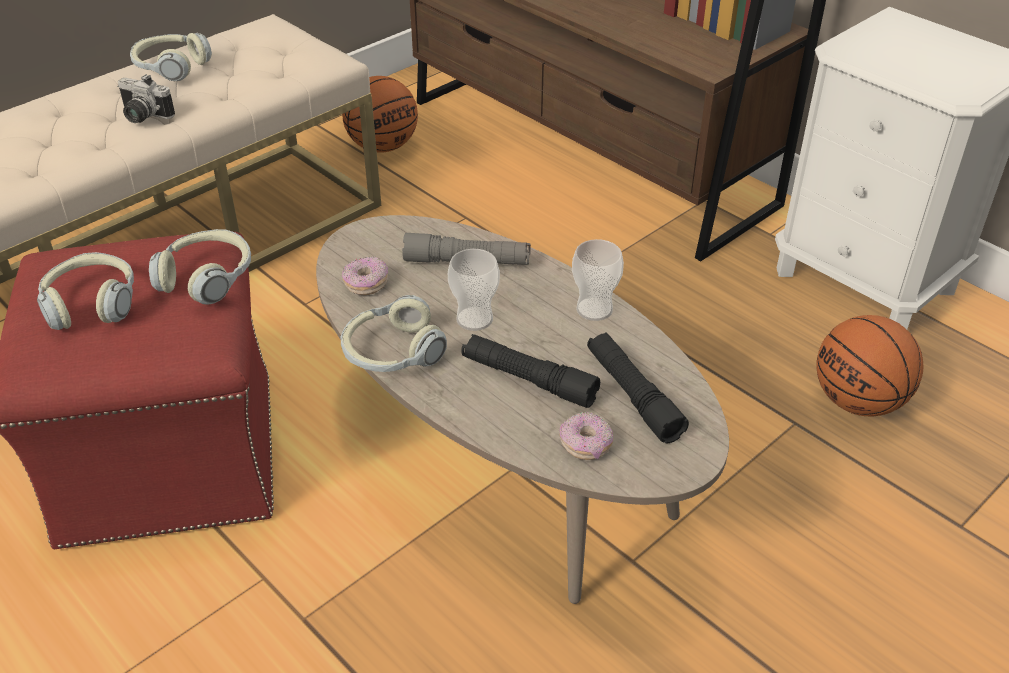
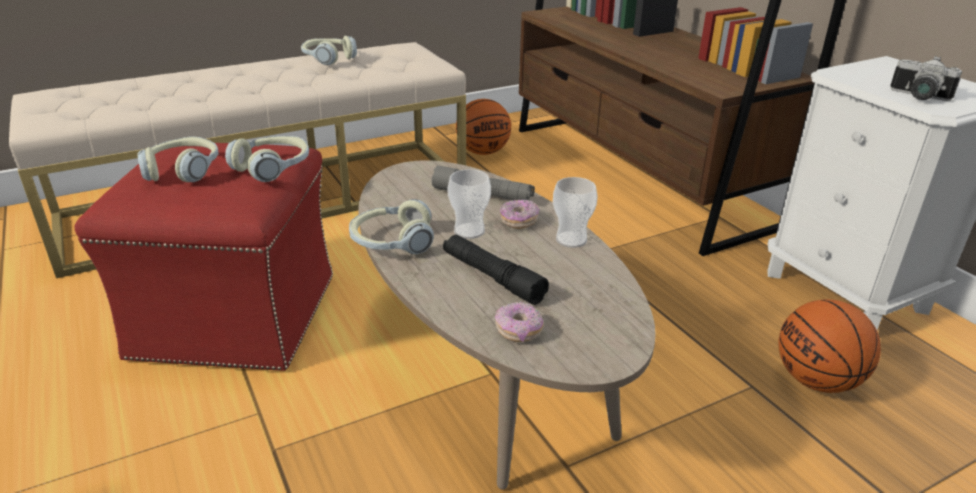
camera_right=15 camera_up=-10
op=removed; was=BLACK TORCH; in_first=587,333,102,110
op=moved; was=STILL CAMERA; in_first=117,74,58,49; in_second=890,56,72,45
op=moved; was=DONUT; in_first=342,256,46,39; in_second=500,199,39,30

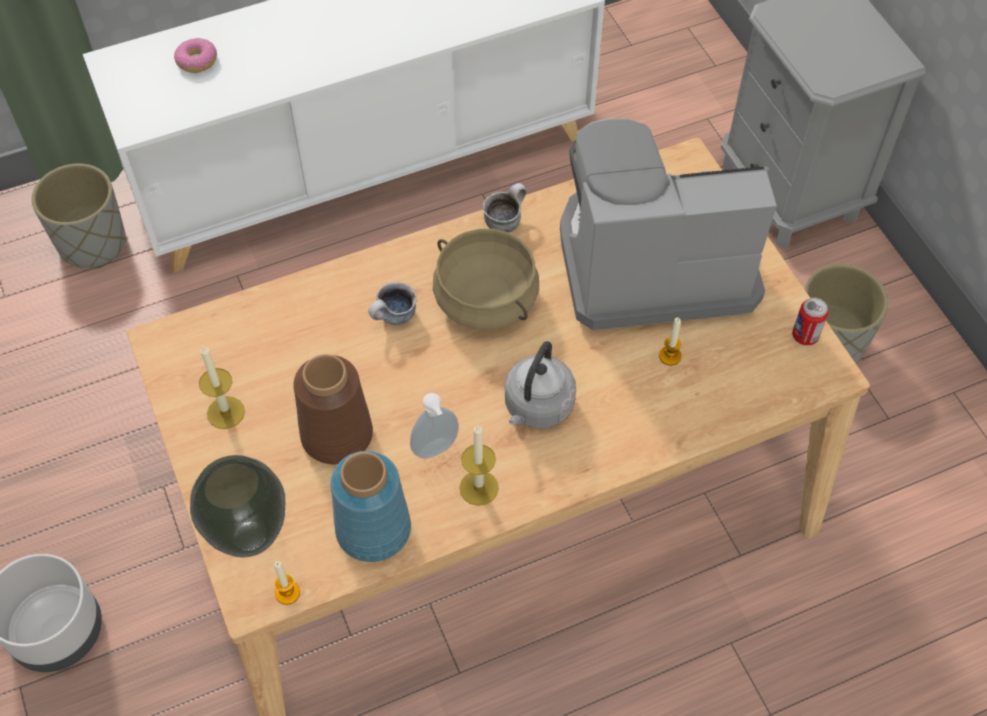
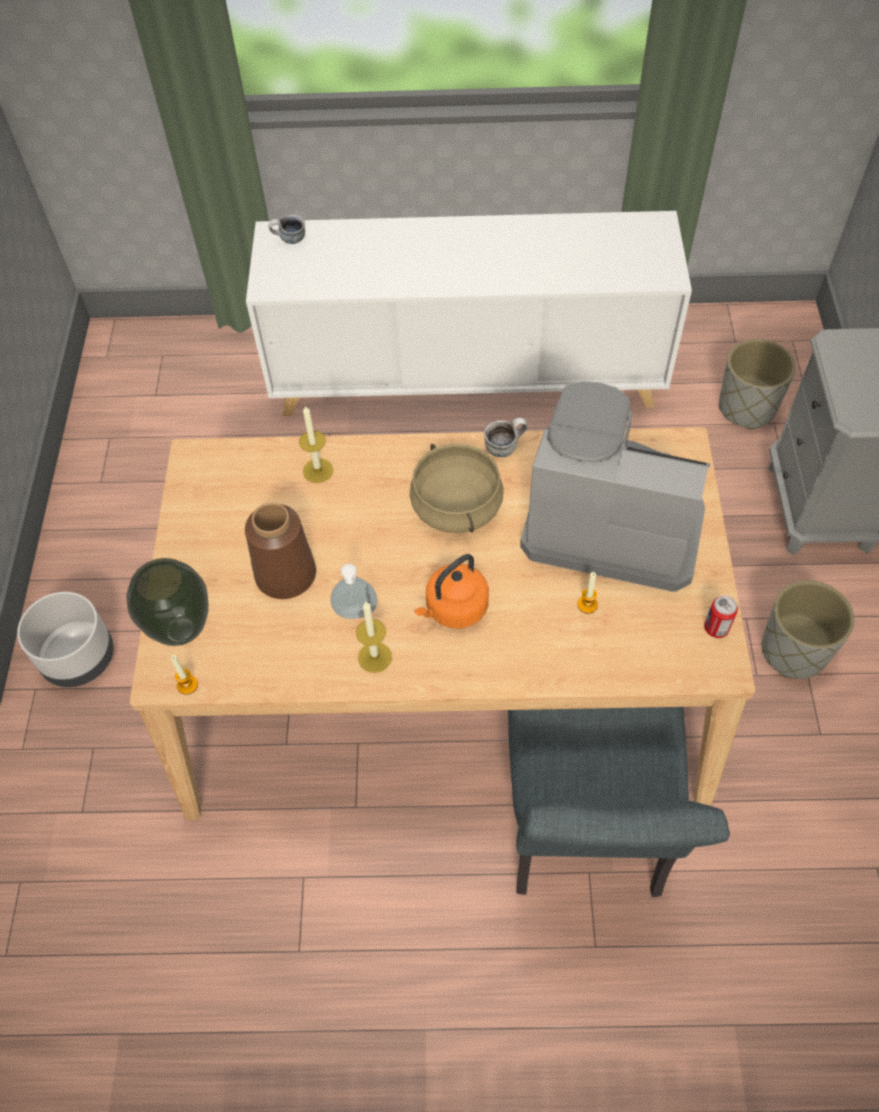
camera_right=25 camera_up=0
op=removed; was=DONUT; in_first=174,38,43,35
op=removed; was=BLUE DECORATIVE VASE; in_first=331,451,80,111
op=added; now=GREYISH PLAIN CHAIR; in_second=508,707,222,190
op=moved; was=GREYISH FLOWER POT; in_first=32,164,94,105; in_second=719,339,77,91
op=moved; was=CANDLE; in_first=199,346,46,83; in_second=299,405,34,78
op=moved; was=COFFEE MUG; in_first=368,282,49,43; in_second=268,214,37,30
op=recoloured; was=GREYISH TEA KETTLE; now=ORANGE-COLOURED TEA KETTLE; in_first=505,341,71,87; in_second=414,554,75,74

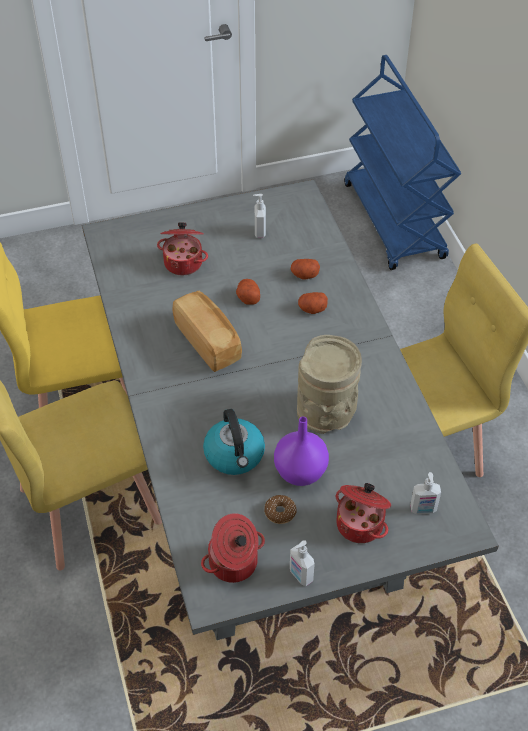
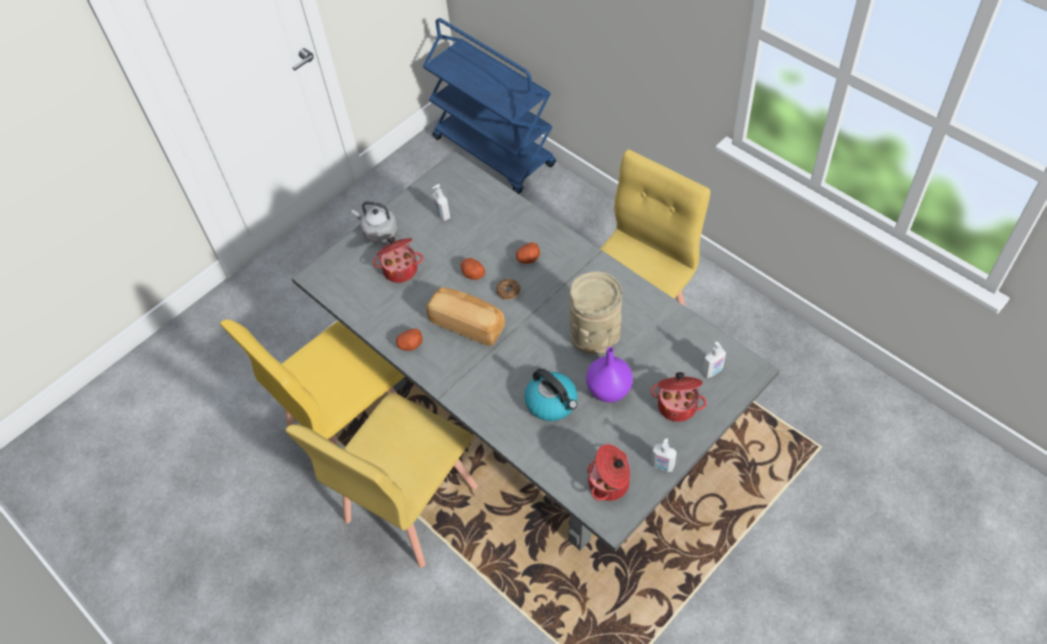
camera_right=-25 camera_up=5
op=added; now=GREYISH TEA KETTLE; in_second=352,201,45,42
op=moved; was=DONUT; in_first=264,495,33,29; in_second=496,279,25,21
op=moved; was=WHOLE POTATO; in_first=291,259,29,20; in_second=396,328,27,23

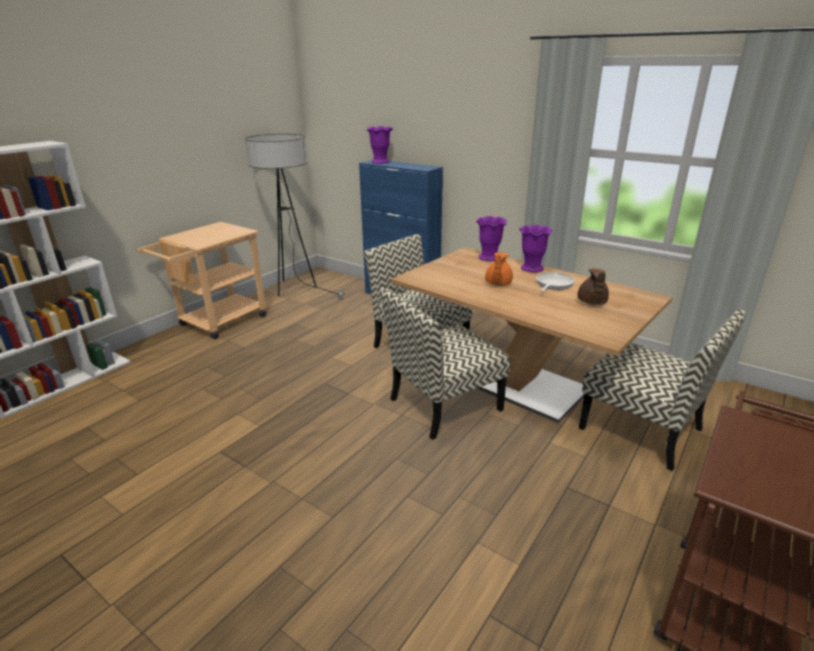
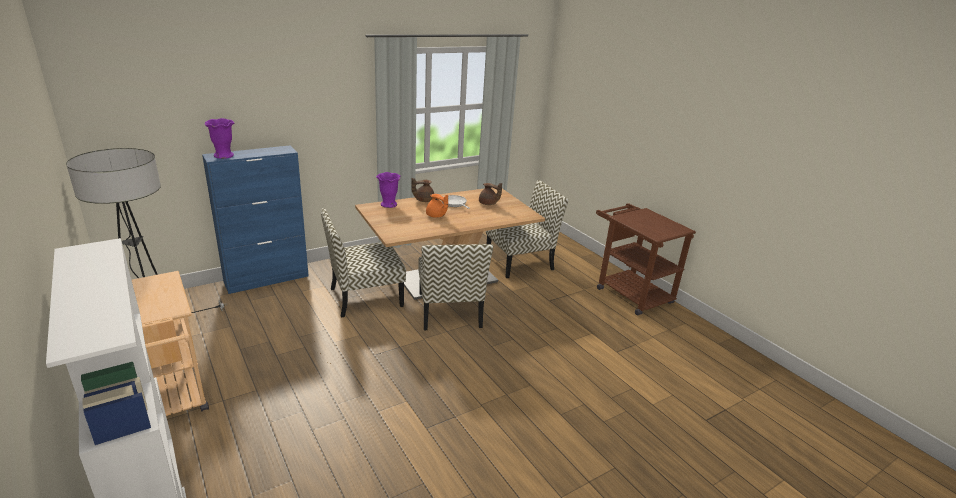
camera_right=-70 camera_up=0
op=replaced; was=PURPLISH DECORATIVE VASE; now=BROWNISH TEA POT; in_first=519,225,33,47; in_second=411,178,23,24

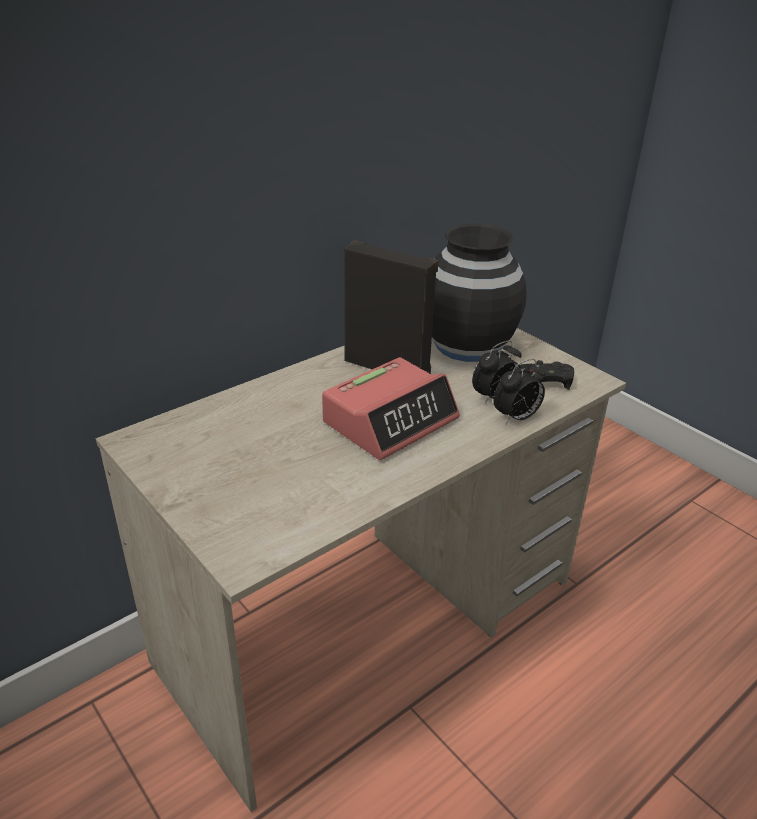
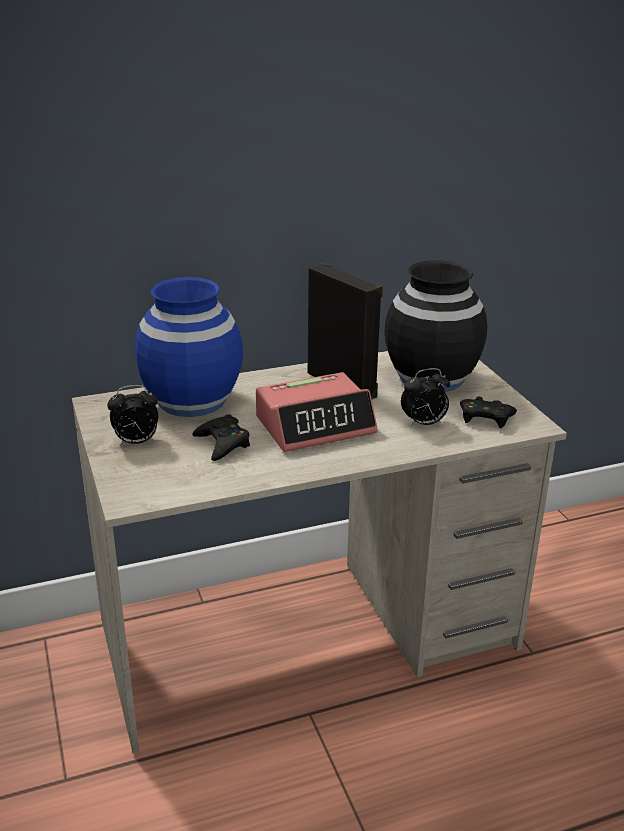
camera_right=20 camera_up=-5
op=added; now=BLUE DECORATIVE VASE; in_second=135,277,108,140
op=added; now=BLACK JOYPAD; in_second=192,414,58,47
op=moved; was=BEDSIDE CLOCK; in_first=493,359,52,65; in_second=107,385,51,61

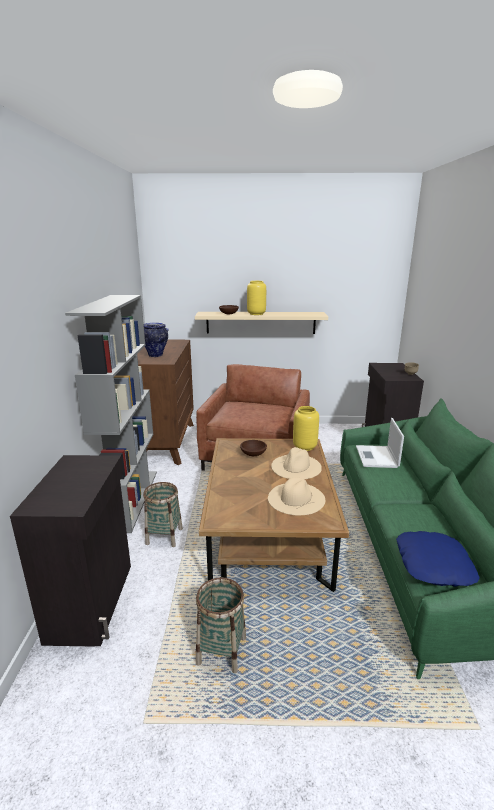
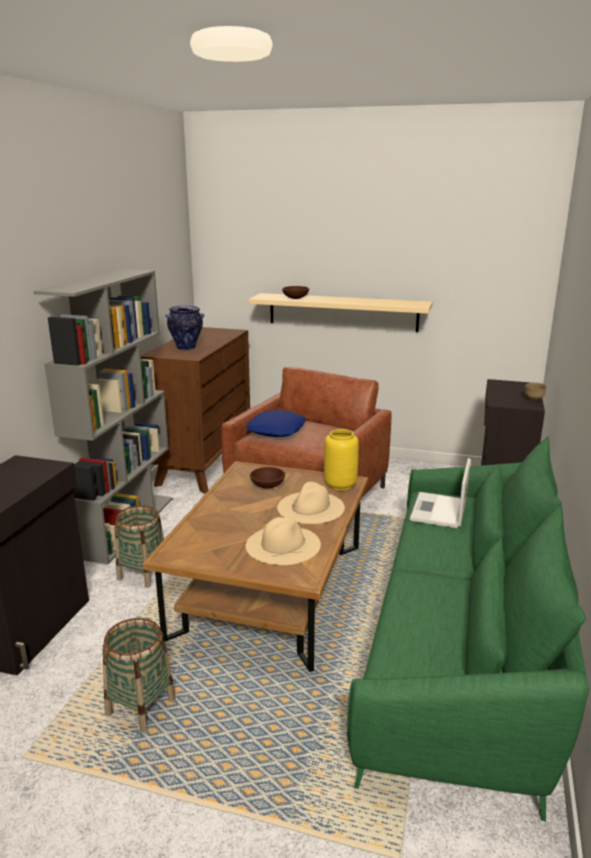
camera_right=15 camera_up=0
op=removed; was=YELLOW-COLOURED DECORATIVE VASE; in_first=247,281,19,34
op=moved; was=BLUE CUSHION; in_first=396,531,84,56; in_second=246,410,61,27

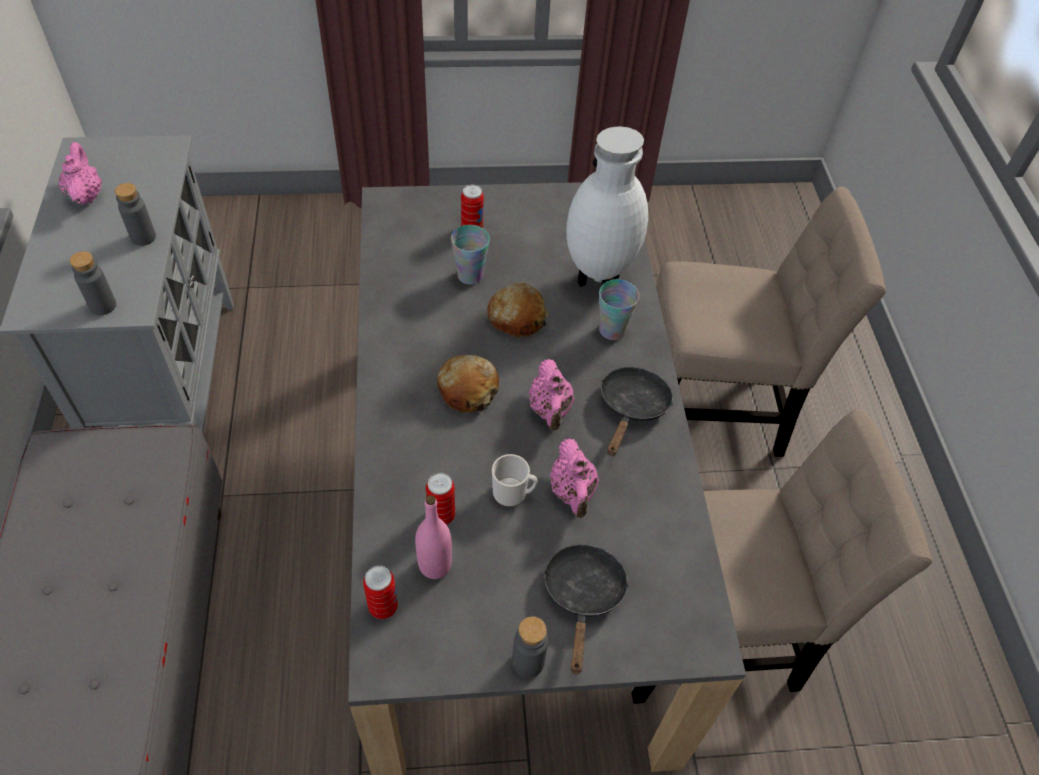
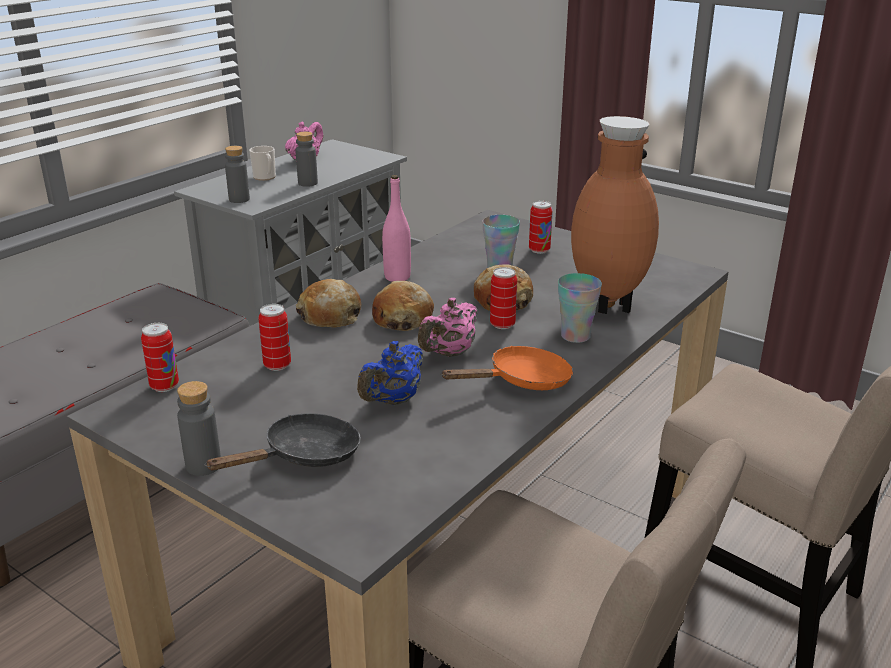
camera_right=45 camera_up=-25
op=added; now=BREAD; in_second=296,279,65,48
op=added; now=SEALED CAN; in_second=490,267,27,62
op=moved; was=PINK-COLOURED DRINK BOTTLE; in_first=415,496,37,83; in_second=382,175,29,107
op=moved; was=COFFEE MUG; in_first=492,454,46,53; in_second=249,146,27,35
op=recoloured; was=PINK-COLOURED TEA POT; now=BLUE TEA POT; in_first=550,439,49,79; in_second=357,341,66,64
op=recoloured; was=WHITE DECORATIVE VASE; now=BROWNISH DECORATIVE VASE; in_first=566,126,82,161; in_second=571,116,88,198
op=recoloured; was=BLACK PAN; now=ORANGE-COLOURED PAN; in_first=601,367,72,89; in_second=441,346,133,44

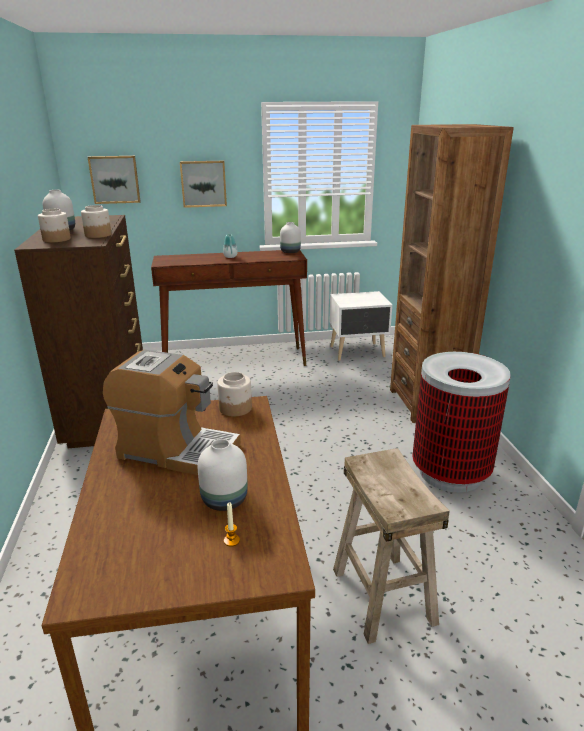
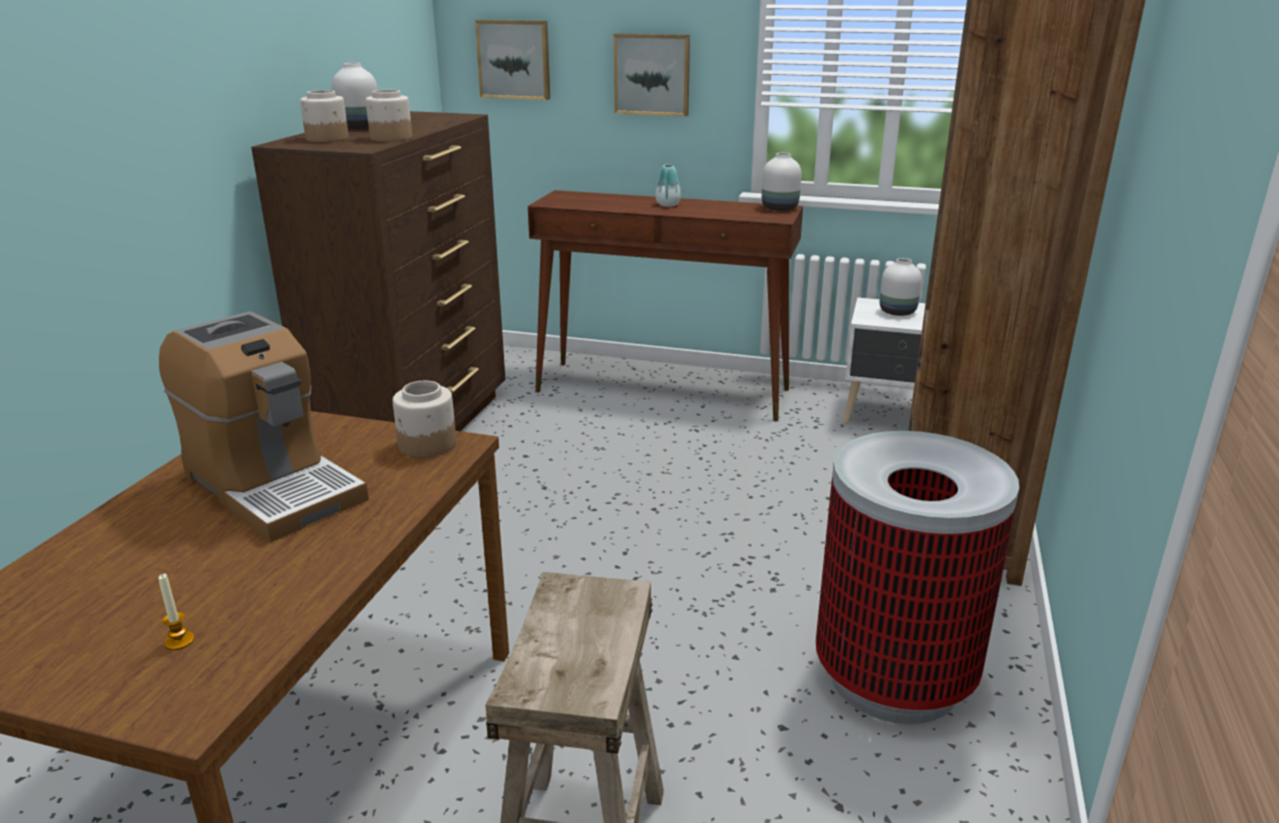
camera_right=25 camera_up=0
op=moved; was=WHITE DECORATIVE VASE; in_first=197,439,51,72; in_second=880,258,42,58

